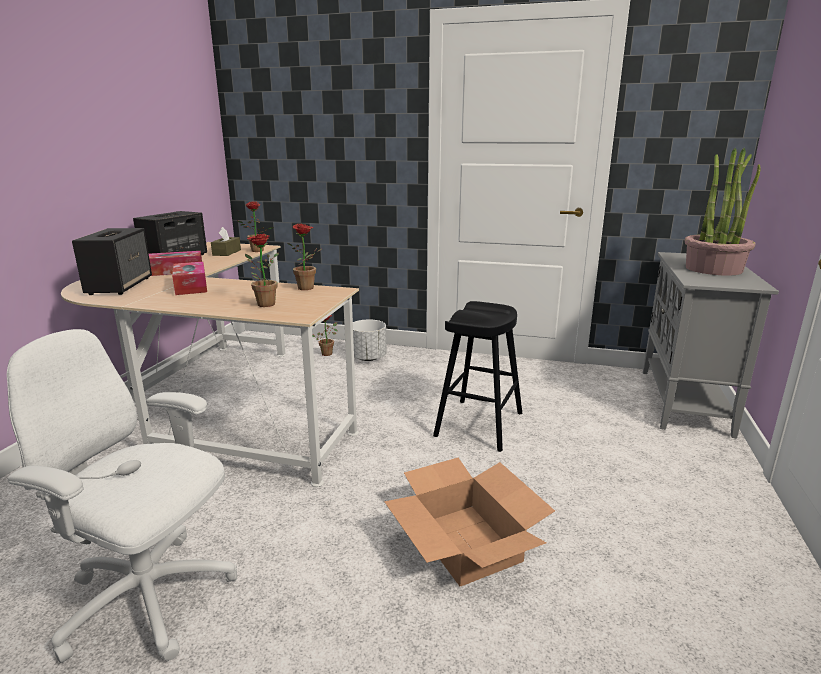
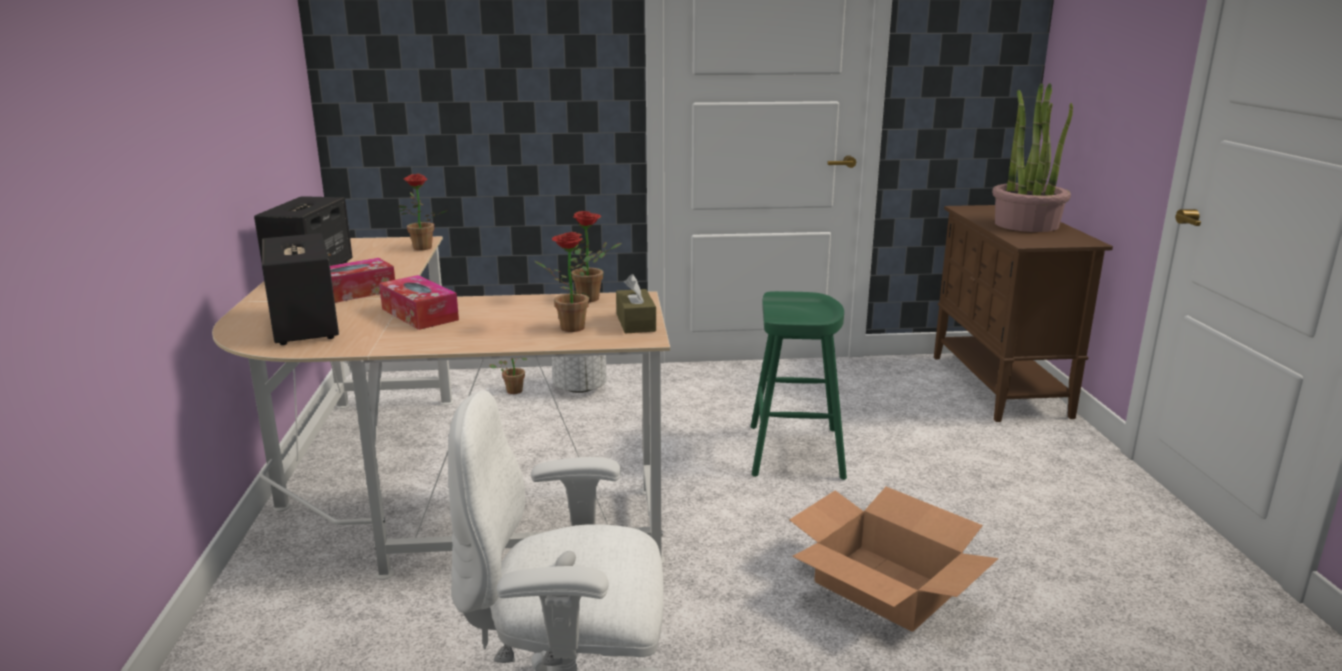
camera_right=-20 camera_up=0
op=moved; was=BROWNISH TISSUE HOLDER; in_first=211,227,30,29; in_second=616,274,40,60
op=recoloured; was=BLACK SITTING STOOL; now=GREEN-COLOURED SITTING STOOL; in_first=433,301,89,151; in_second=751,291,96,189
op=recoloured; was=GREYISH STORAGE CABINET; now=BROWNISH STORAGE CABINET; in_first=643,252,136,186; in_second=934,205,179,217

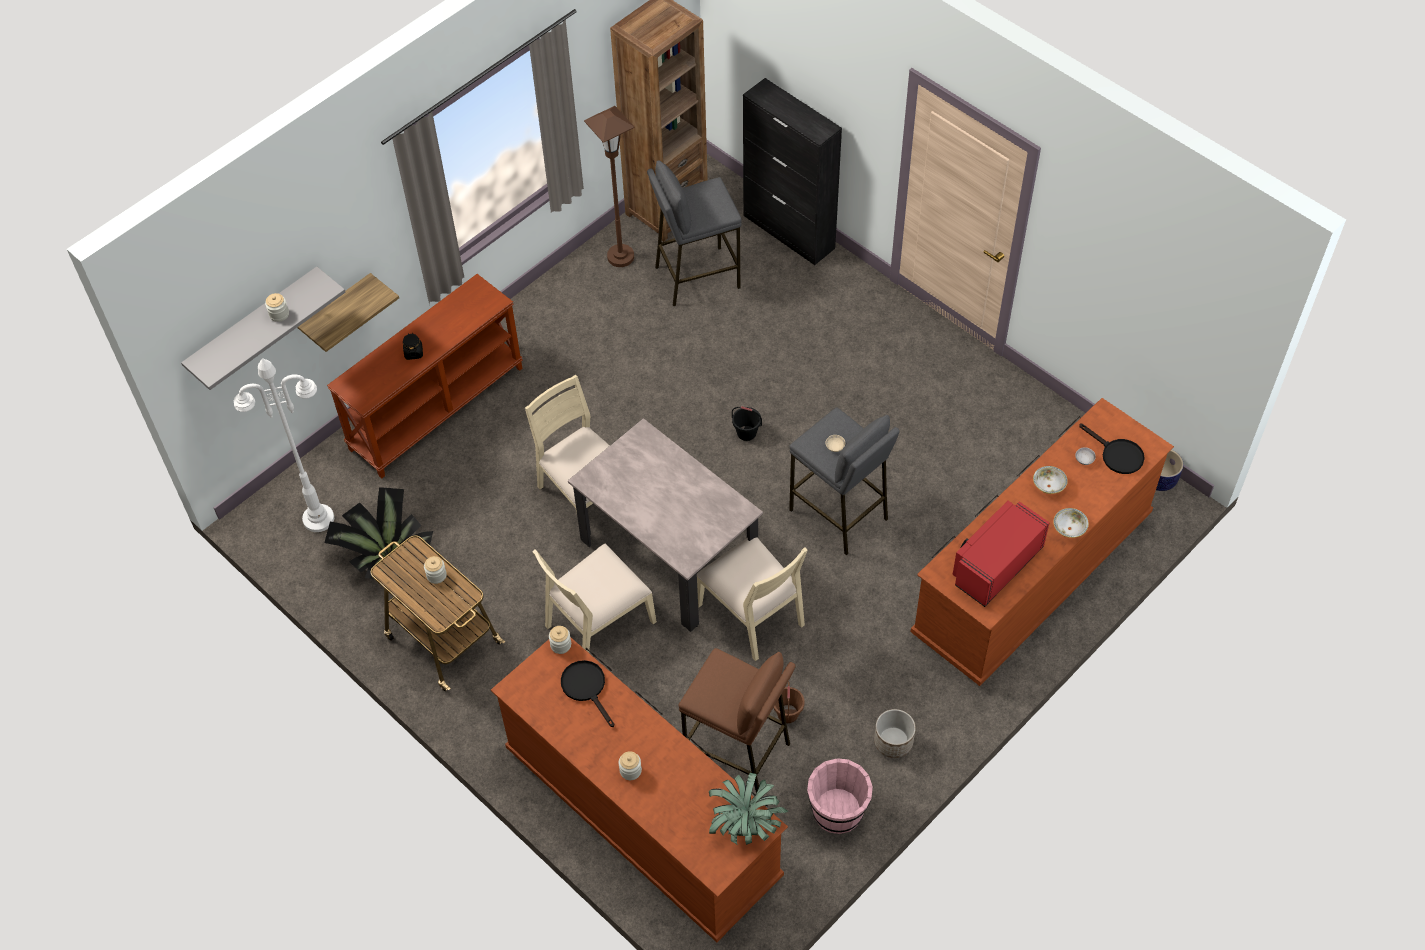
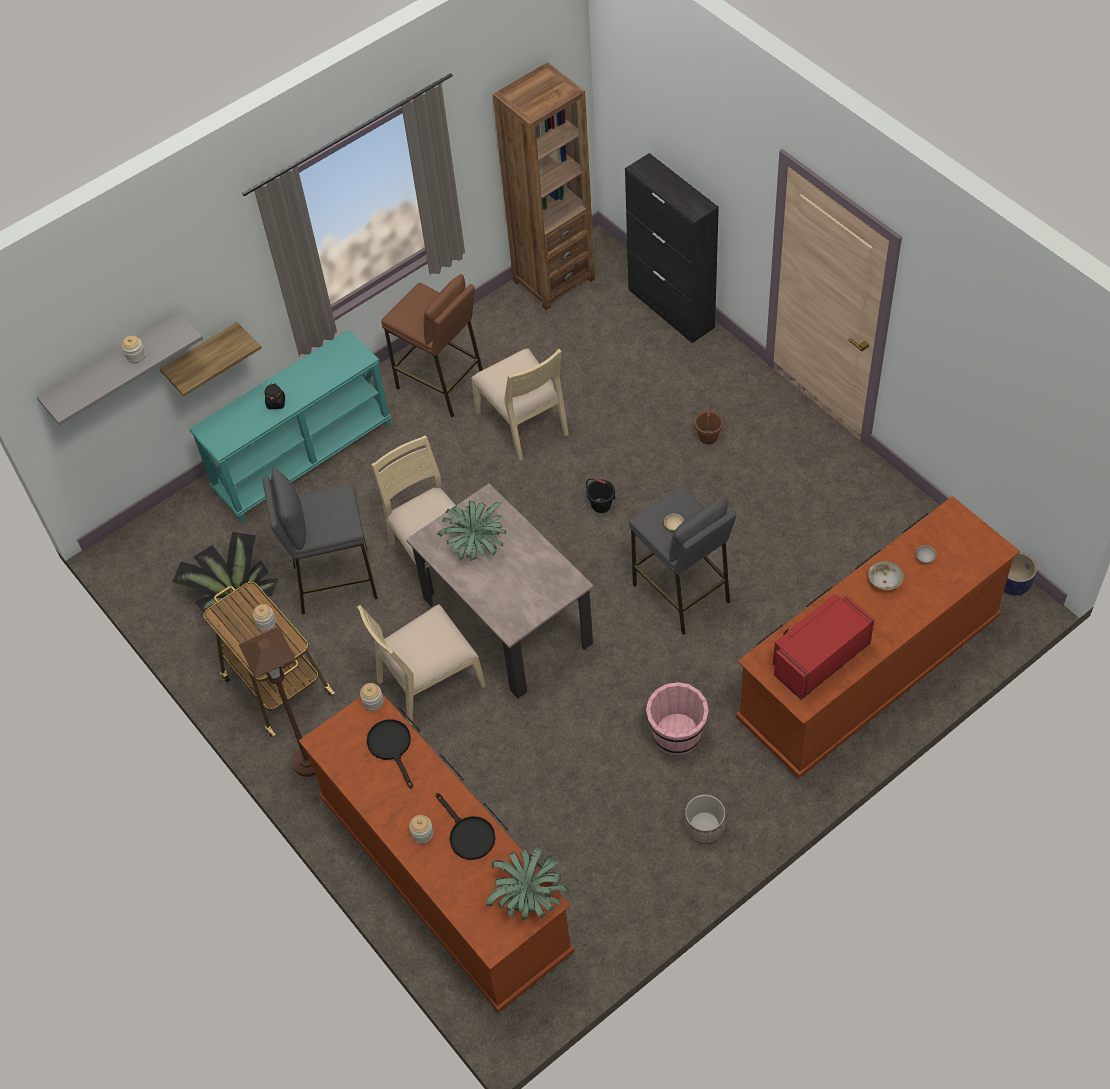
camera_right=10 camera_up=0
op=removed; was=WHITE FLOOR LAMP; in_first=234,358,100,174
op=removed; was=DEEP DISH; in_first=1053,508,36,30
op=added; now=PLANT IN A POT; in_second=437,501,70,60
op=moved; was=BROWNISH FLOOR LAMP; in_first=584,106,51,161; in_second=239,627,76,150
op=moved; was=GREYISH SITTING STOOL; in_first=647,160,95,146; in_second=262,468,116,146
op=moved; was=BROWNISH SITTING STOOL; in_first=678,648,117,145; in_second=381,274,102,143
op=moved; was=BEIGE-COLOURED PLAIN CHAIR; in_first=697,538,111,123; in_second=471,348,98,113
op=moved; was=BROWNISH WATER BUCKET; in_first=774,682,31,41; in_second=695,405,28,39
op=moved; was=PINK-COLOURED WATER BUCKET; in_first=807,758,66,76; in_second=646,682,63,73
op=moved; was=BLACK PAN; in_first=1079,424,66,50; in_second=436,793,60,67
op=recoloured; was=BROWNISH CONSOLE TABLE; now=TURQUOISE-COLOURED CONSOLE TABLE; in_first=327,274,196,205; in_second=189,330,203,193

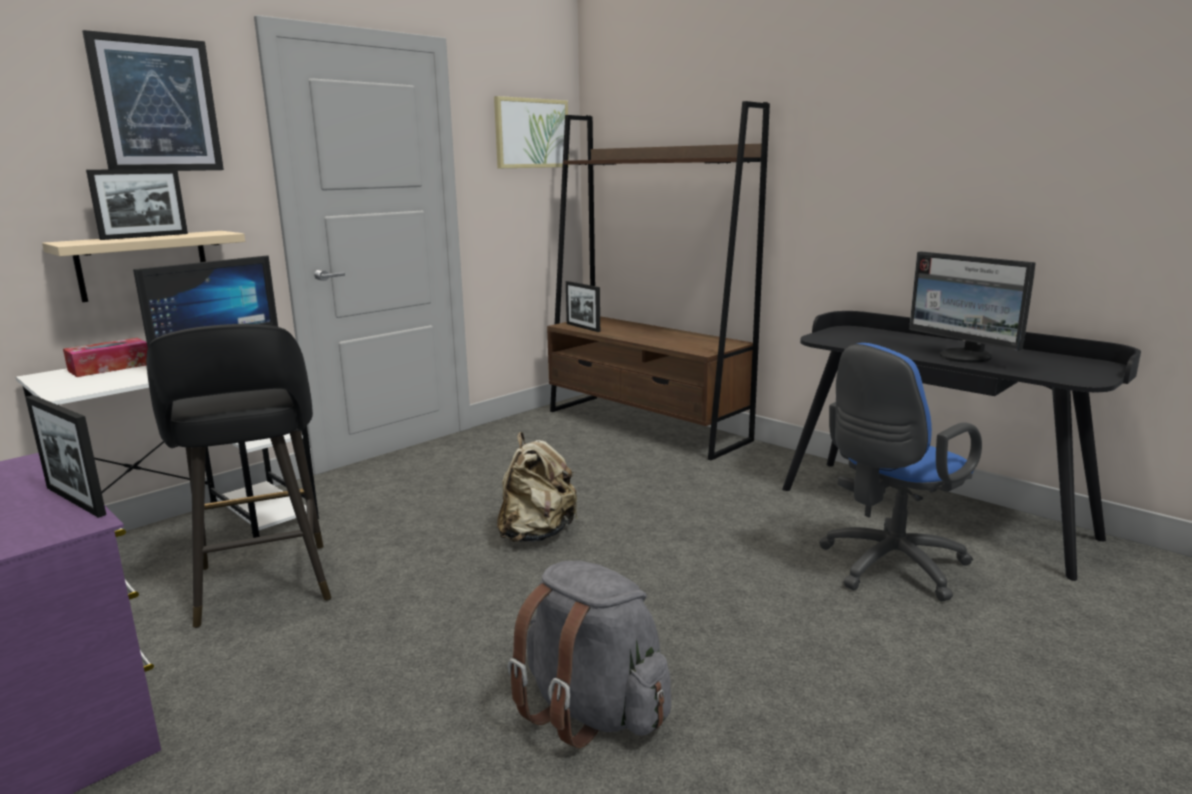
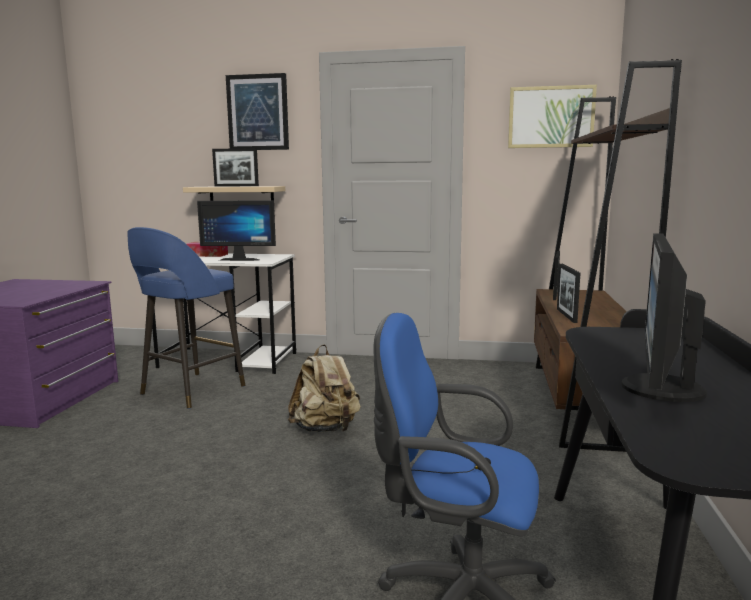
camera_right=55 camera_up=-5
op=removed; was=GREYISH KNAPSACK; in_first=507,561,164,187
op=moved; was=PHOTO FRAME; in_first=26,395,80,123; in_second=557,264,23,59
op=recoloured; was=BLACK SITTING STOOL; now=BLUE SITTING STOOL; in_first=146,324,185,304; in_second=128,227,117,182

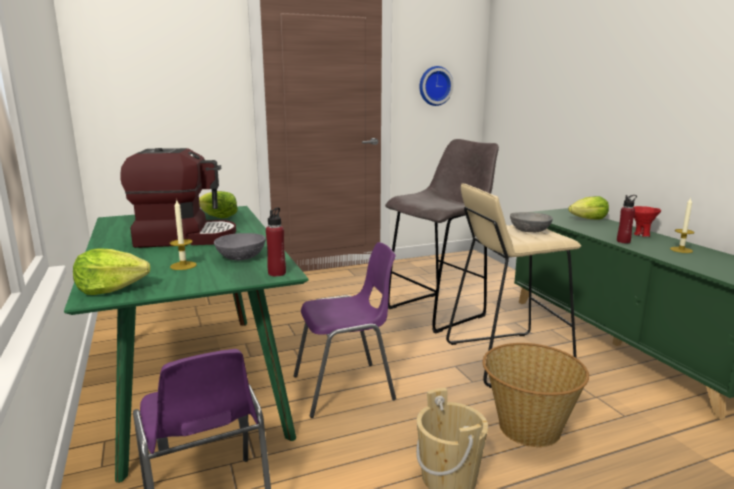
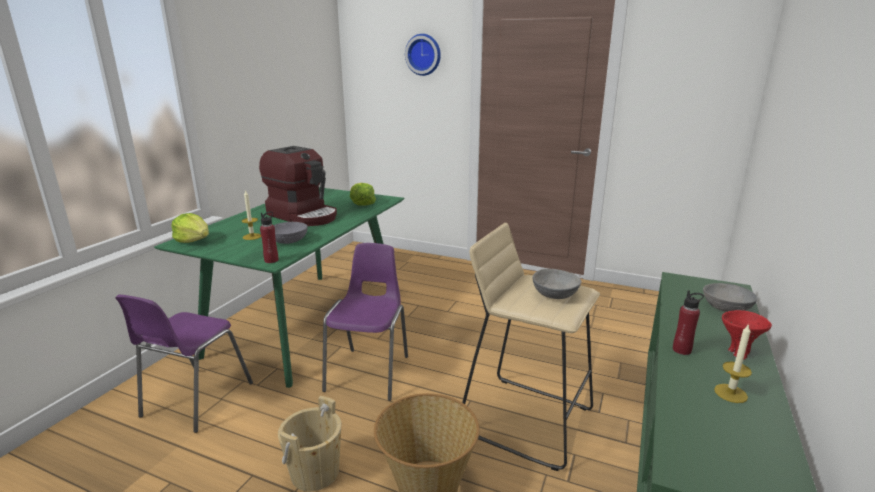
camera_right=45 camera_up=5
op=removed; was=GREYISH SITTING STOOL; in_first=385,139,114,194
op=moved; was=CLOCK ON THE WALL; in_first=419,66,35,40; in_second=405,34,36,42
op=replaced; was=HEAD OF LETTUCE; now=GREYISH DEEP DISH; in_first=568,196,41,24; in_second=703,283,54,29
op=turned; was=PURPLISH PLAIN CHAIR; in_first=294,242,102,176; in_second=322,243,86,158; clockwise=-105

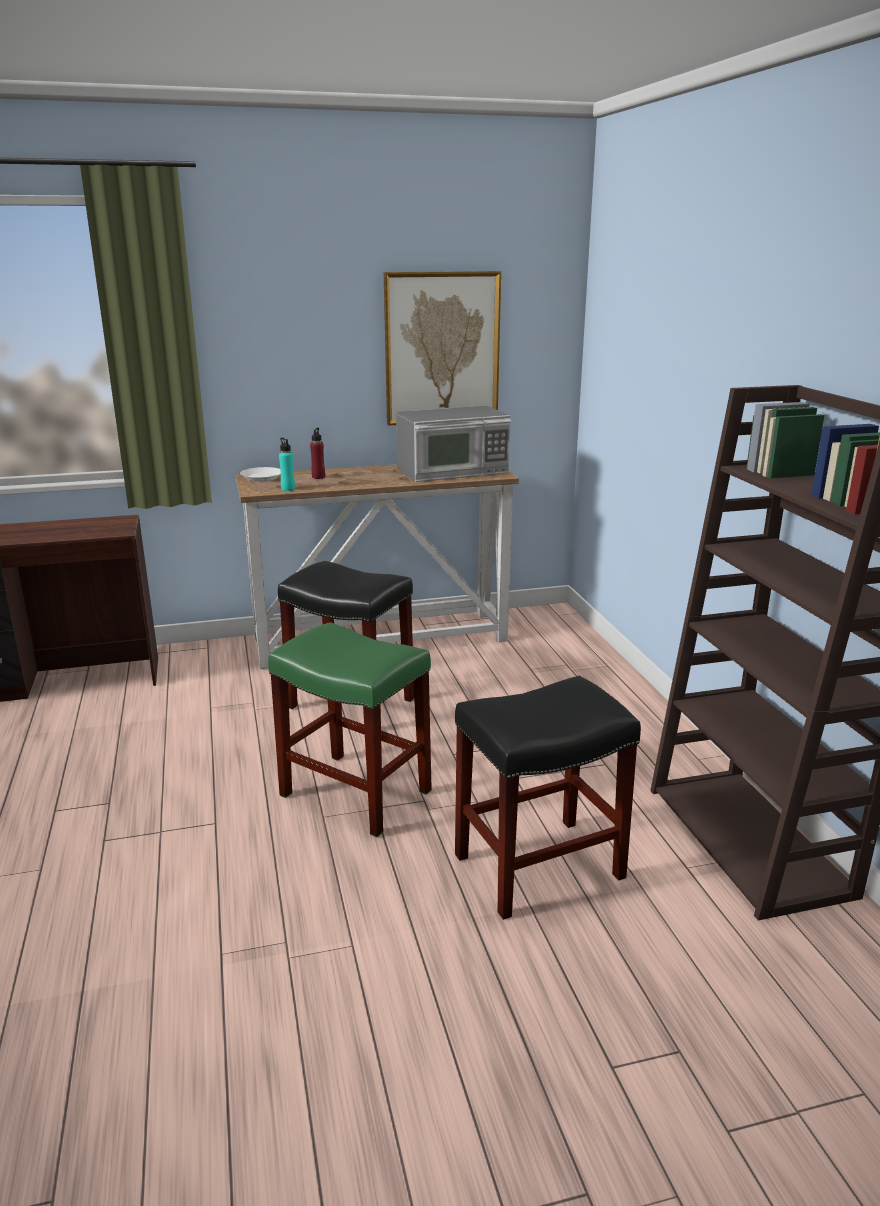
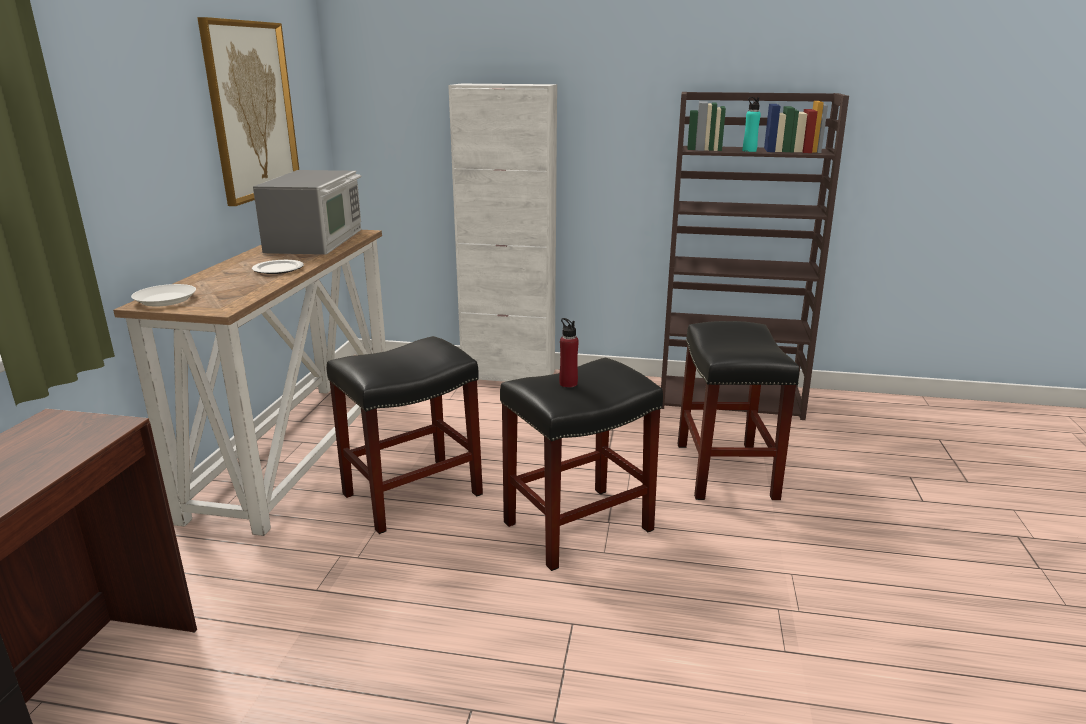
camera_right=-65 camera_up=0
op=added; now=DINNER PLATE; in_second=252,260,52,14
op=added; now=WHITE STORAGE CABINET; in_second=448,83,109,299
op=moved; was=TURQUOISE-COLOURED DRINK BOTTLE; in_first=279,438,16,53; in_second=743,97,18,55
op=moved; was=REDDISH DRINK BOTTLE; in_first=310,428,15,51; in_second=559,318,20,70
op=recoloured; was=GREEN-COLOURED SITTING STOOL; now=BLACK SITTING STOOL; in_first=268,622,164,215; in_second=500,357,163,214

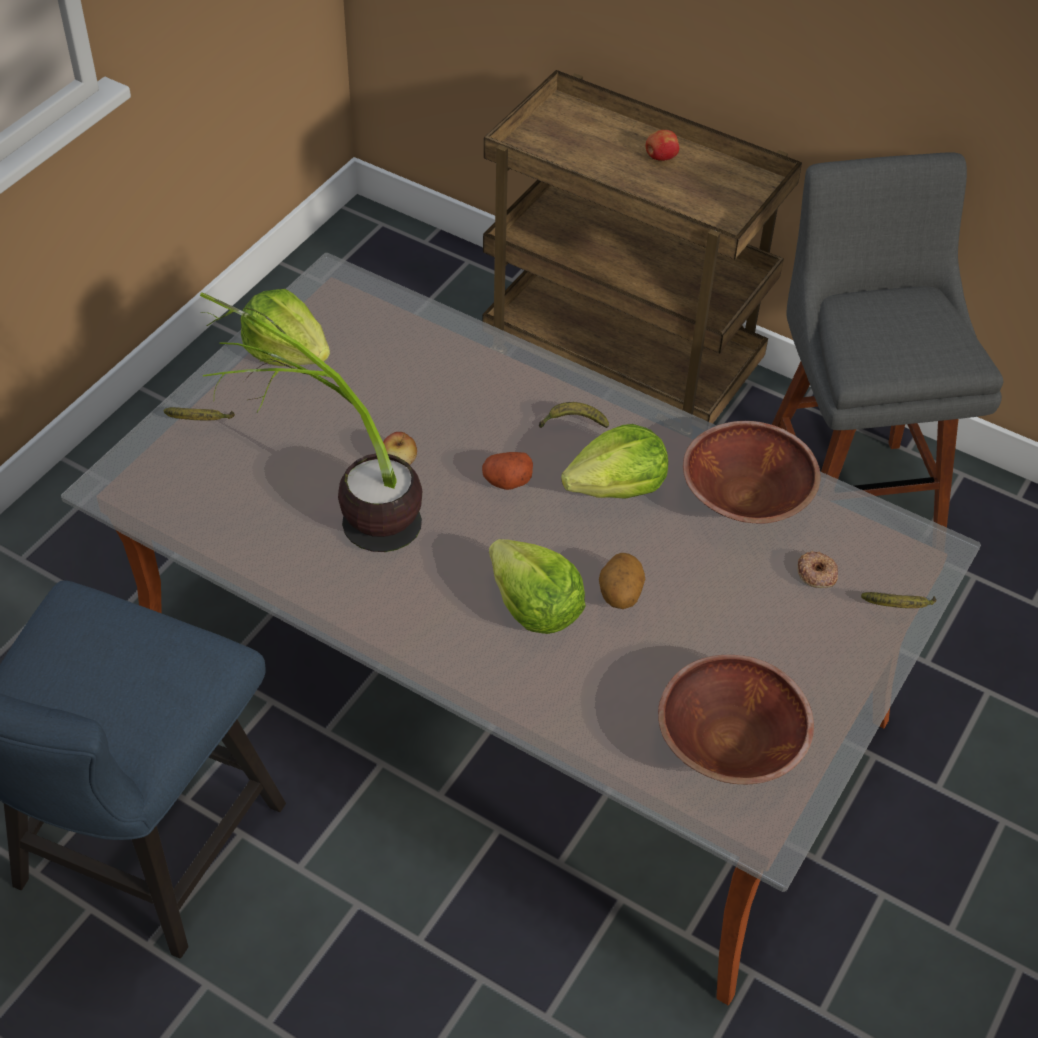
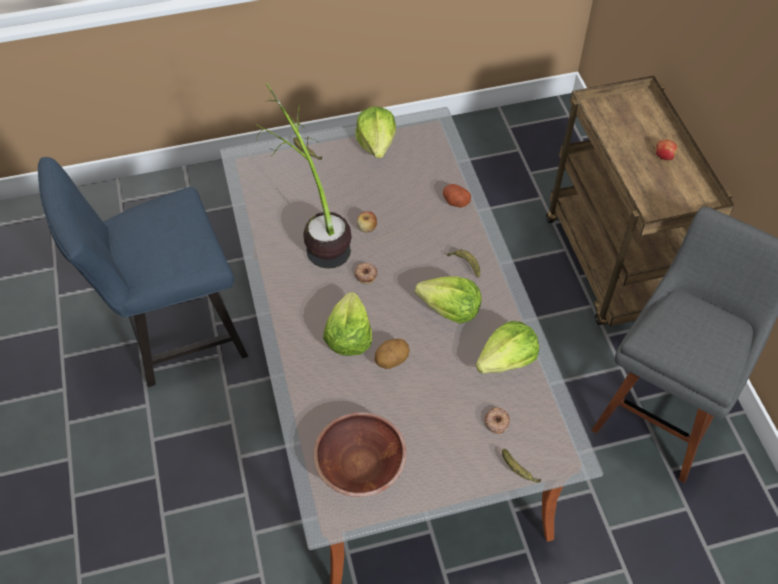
camera_right=45 camera_up=5
op=added; now=DONUT; in_second=355,263,23,21
op=moved; was=WHOLE POTATO; in_first=482,452,51,38; in_second=443,184,28,23
op=replaced; was=BROWNISH DEEP DISH; now=HEAD OF LETTUCE; in_first=683,421,138,103; in_second=475,321,64,53

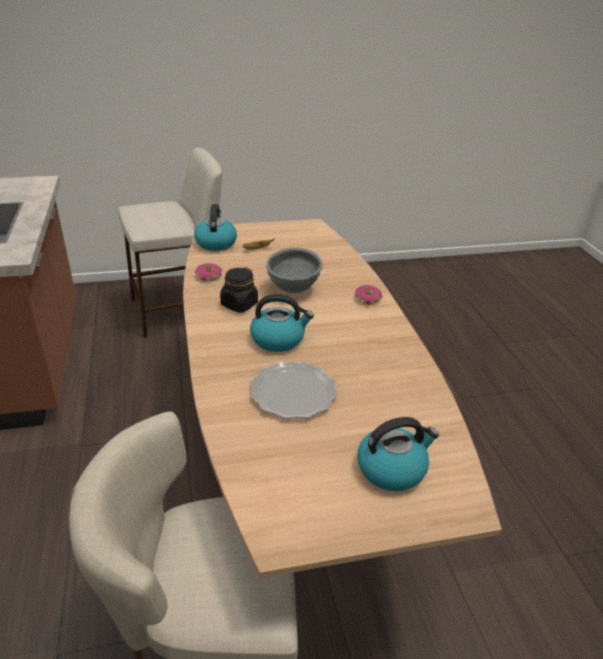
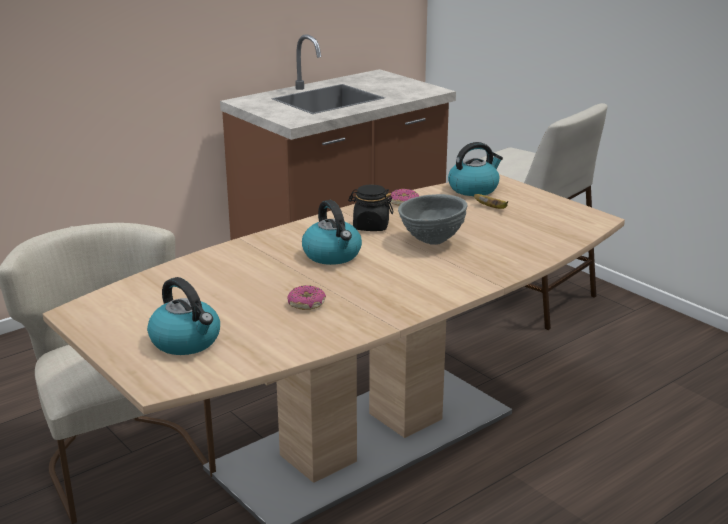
camera_right=65 camera_up=-10
op=removed; was=DINNER PLATE; in_first=251,362,86,57
op=moved; was=DONUT; in_first=355,285,27,20; in_second=287,285,39,25

